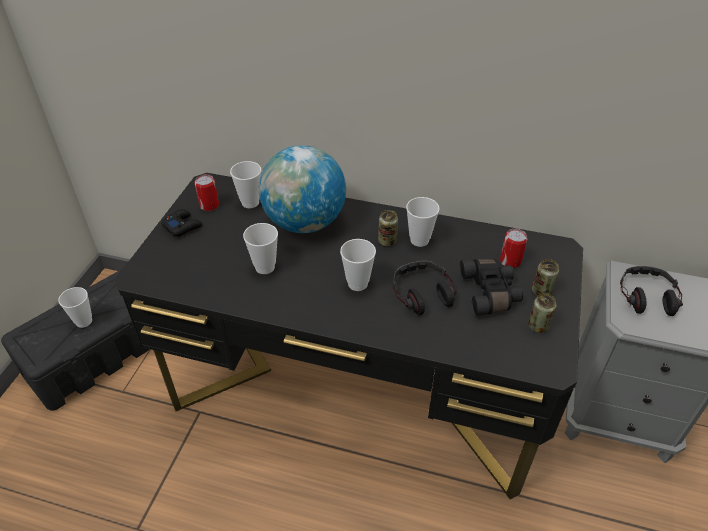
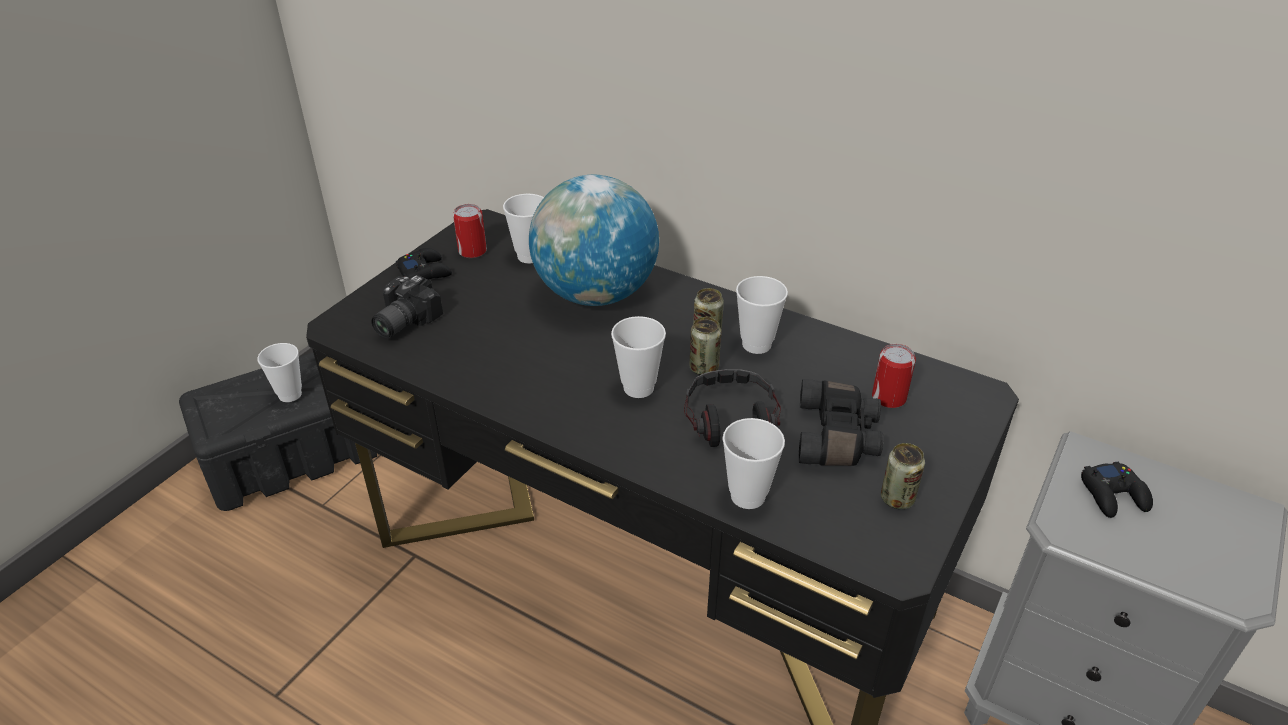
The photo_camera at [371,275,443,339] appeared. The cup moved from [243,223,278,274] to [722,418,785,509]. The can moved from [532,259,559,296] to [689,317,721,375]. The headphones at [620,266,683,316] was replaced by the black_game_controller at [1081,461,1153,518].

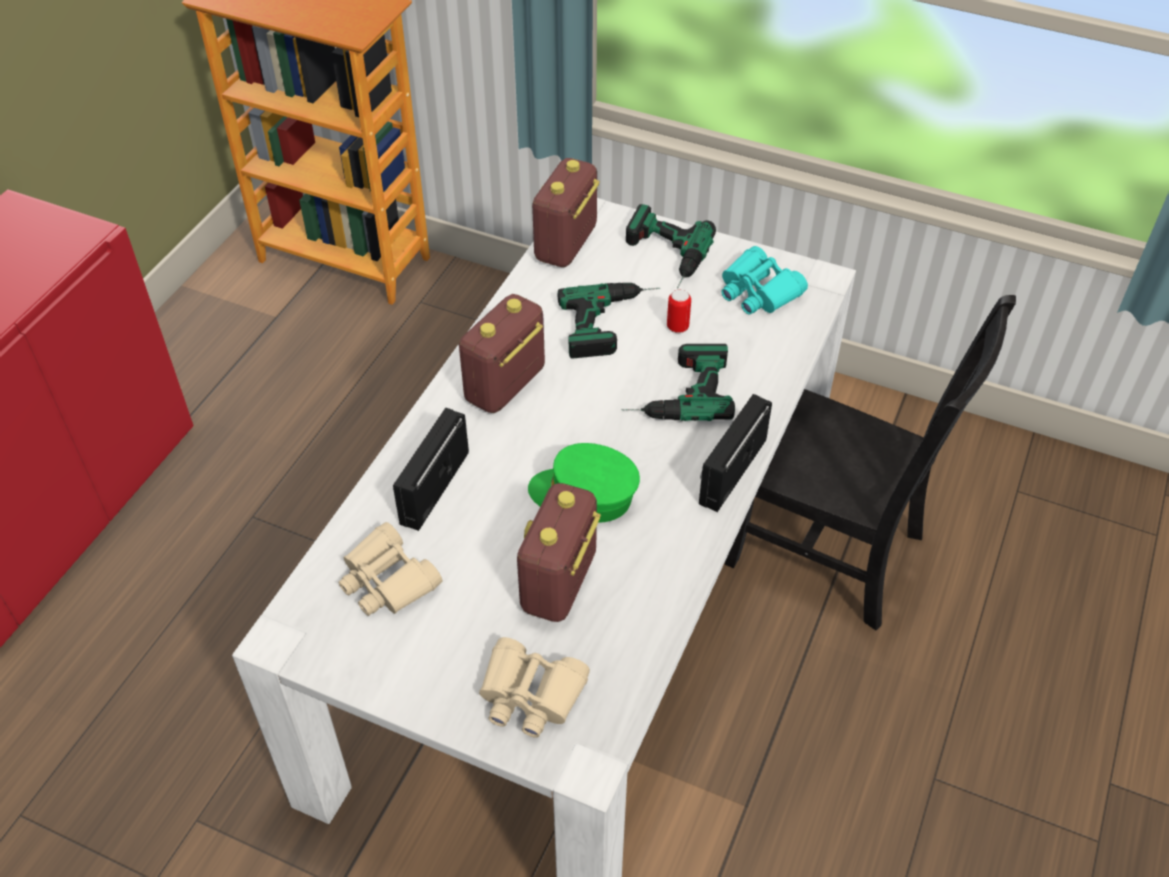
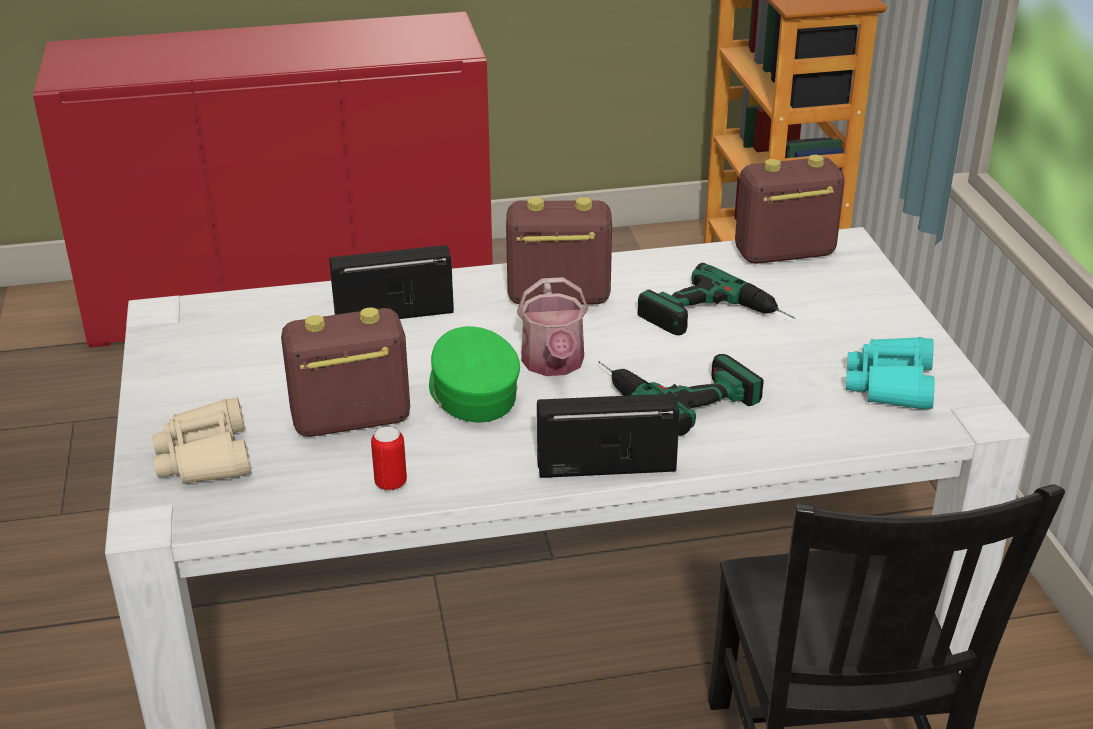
The beige_binoculars at [338,522,442,616] disappeared. The power_drill at [626,204,716,288] disappeared. The watering_can at [517,277,588,376] appeared. The can moved from [667,289,691,333] to [371,427,407,491].

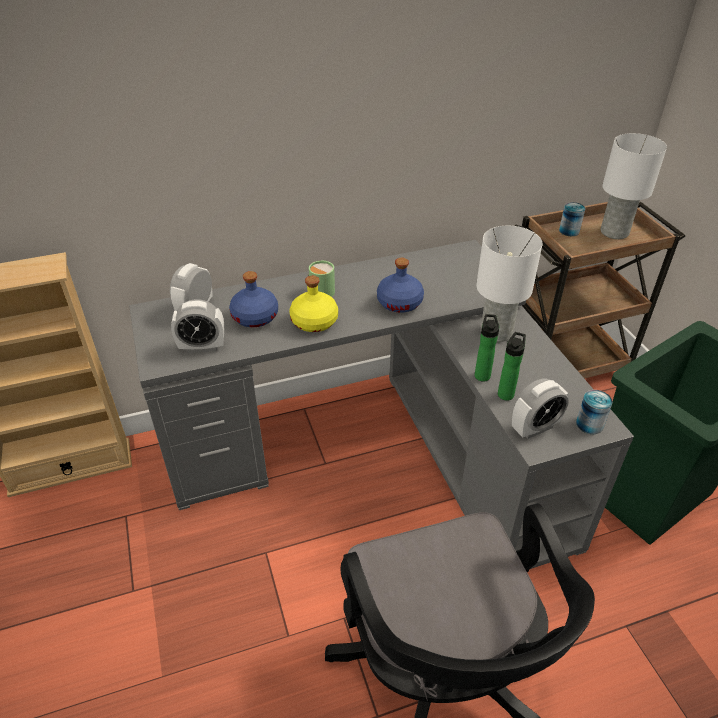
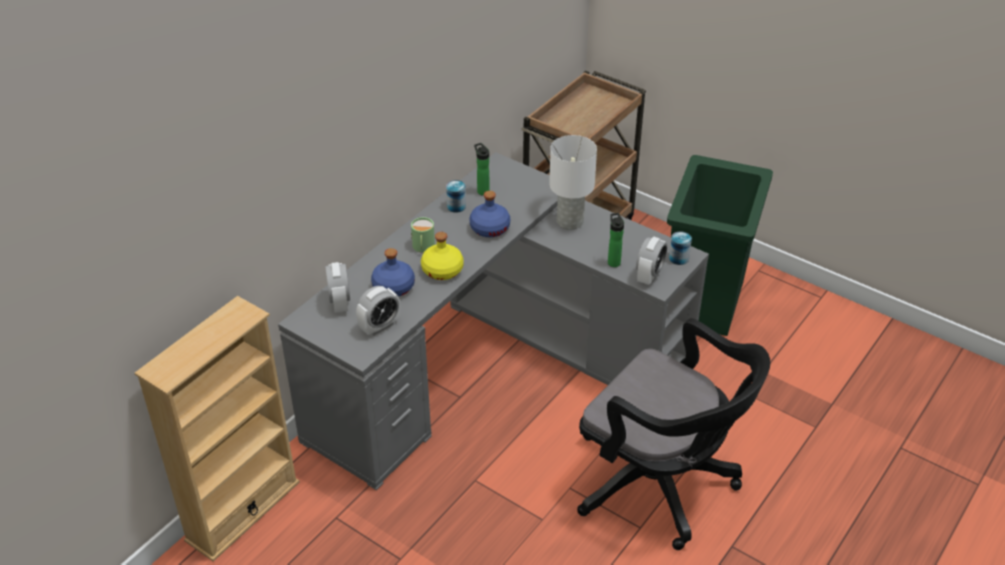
The white_table_lamp at [600,133,667,239] disappeared. The bottle moved from [475,314,499,382] to [474,143,490,196]. The can moved from [559,202,585,236] to [446,180,466,213].

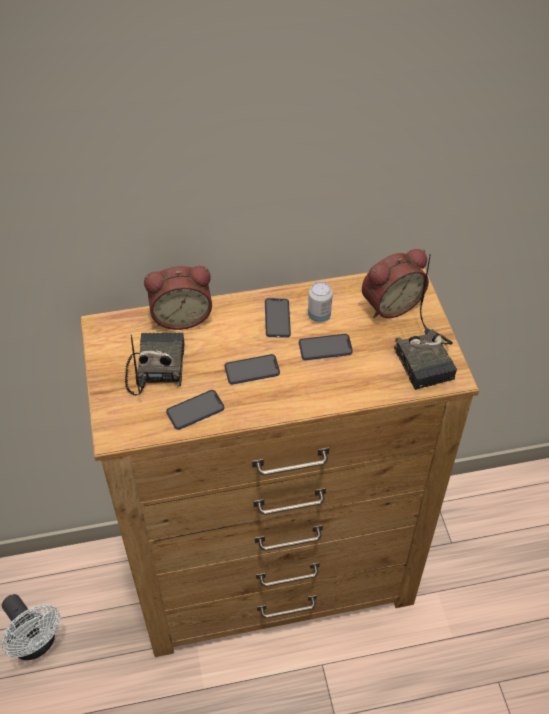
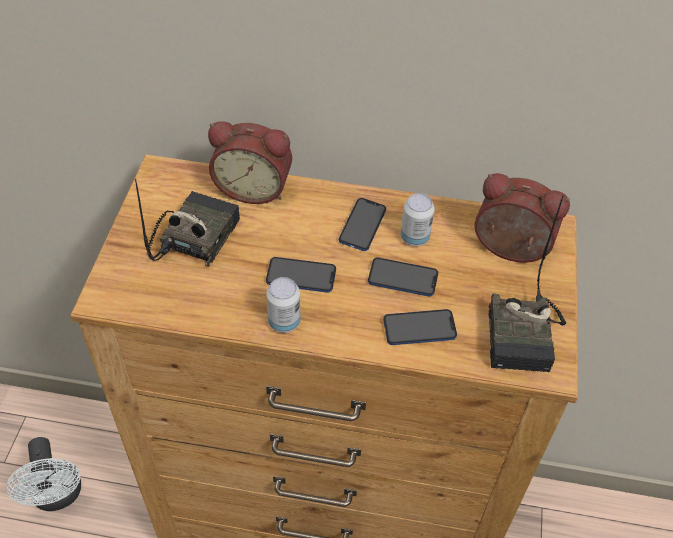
The can at [266,277,301,333] appeared. The phone moved from [166,390,224,430] to [383,309,457,345]. The alarm_clock at [362,249,429,318] turned 150 degrees counterclockwise.

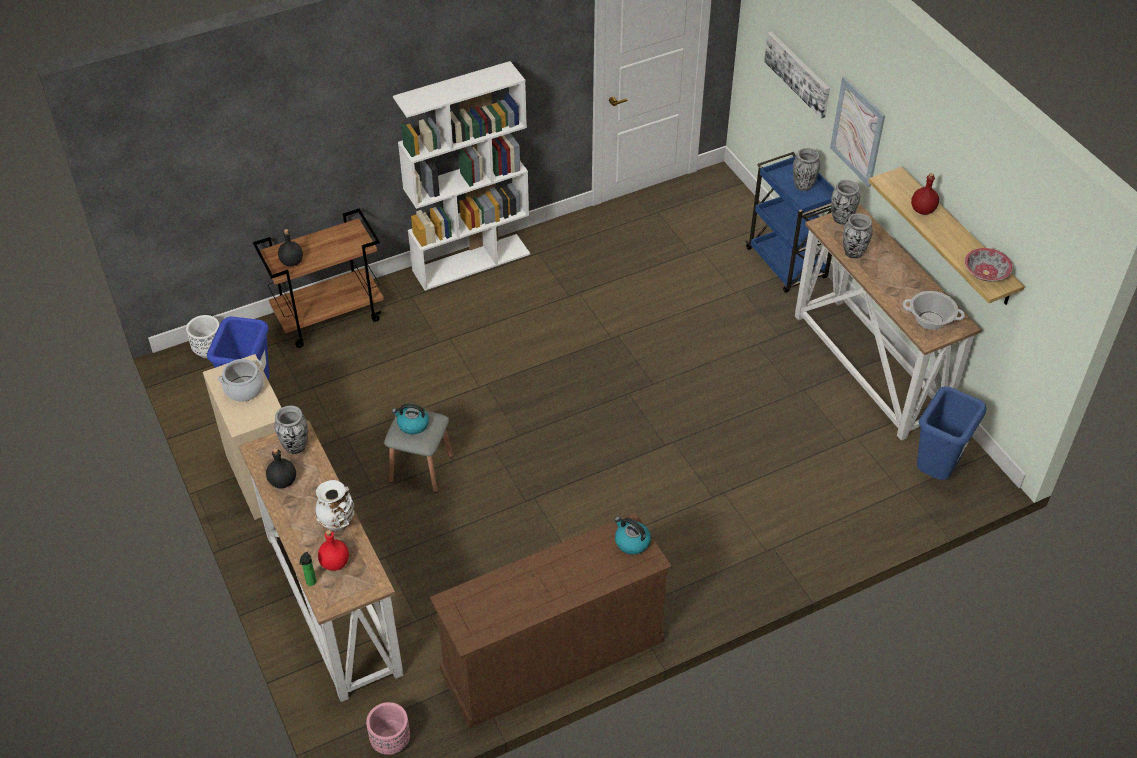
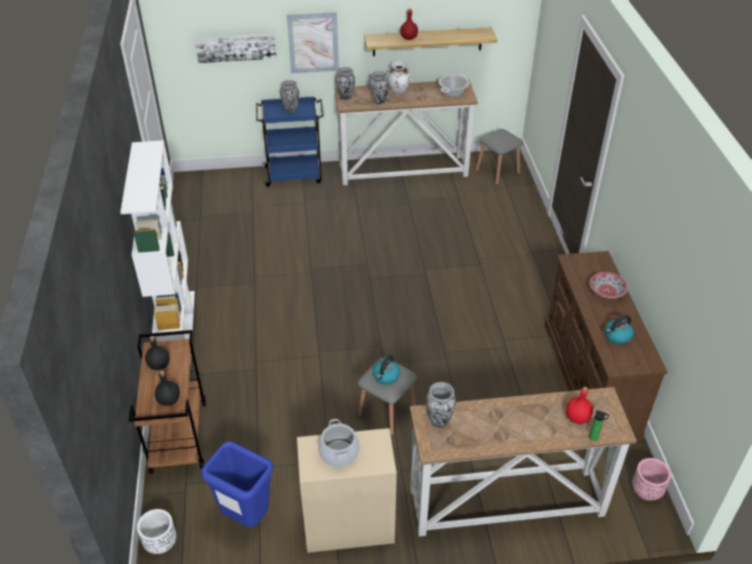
The black_bottle moved from [266,448,296,489] to [145,336,170,370]. The white_vase moved from [315,480,355,531] to [387,61,412,94]. The kettle moved from [614,517,651,555] to [605,315,634,344]. The bowl moved from [964,248,1013,282] to [589,272,628,299]. The blue_trash_can at [917,386,987,480] was replaced by the grey_stool at [476,129,524,185].

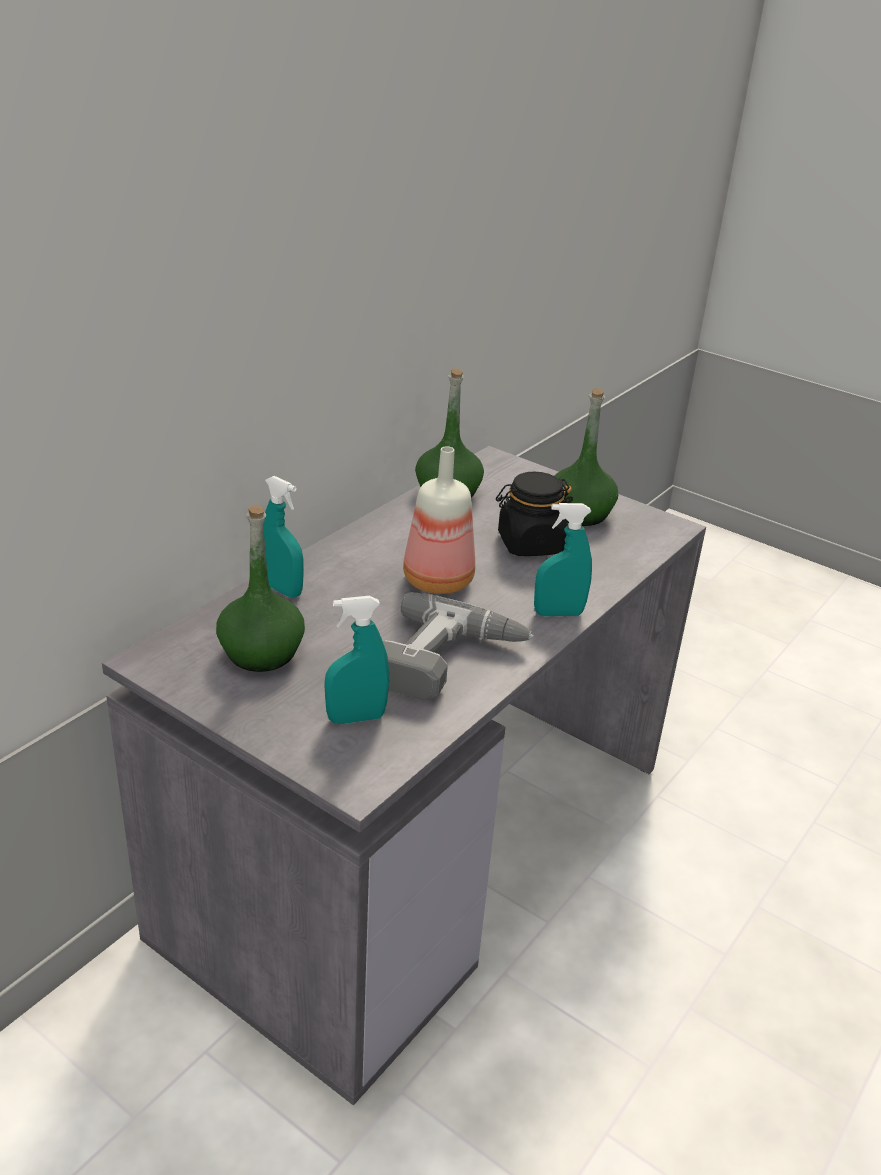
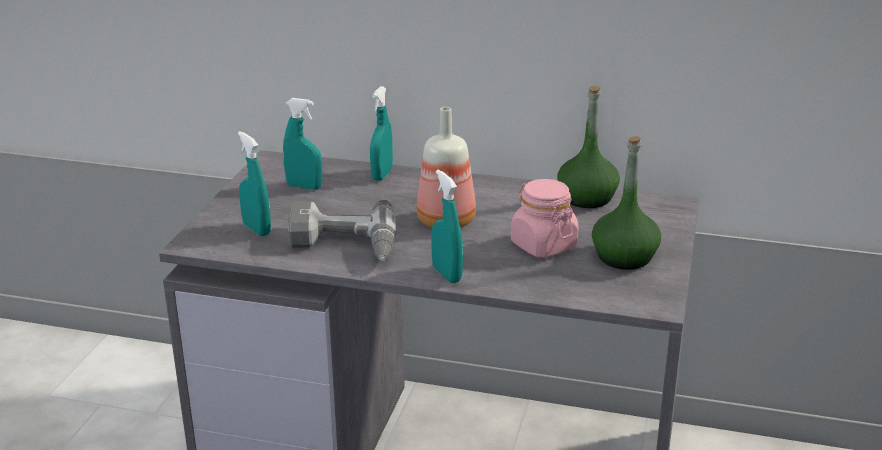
The green_bottle at [216,505,305,672] was replaced by the turquoise_spray_bottle at [283,98,322,190]. The black_jar at [496,472,573,556] became the pink_jar at [511,179,578,258].

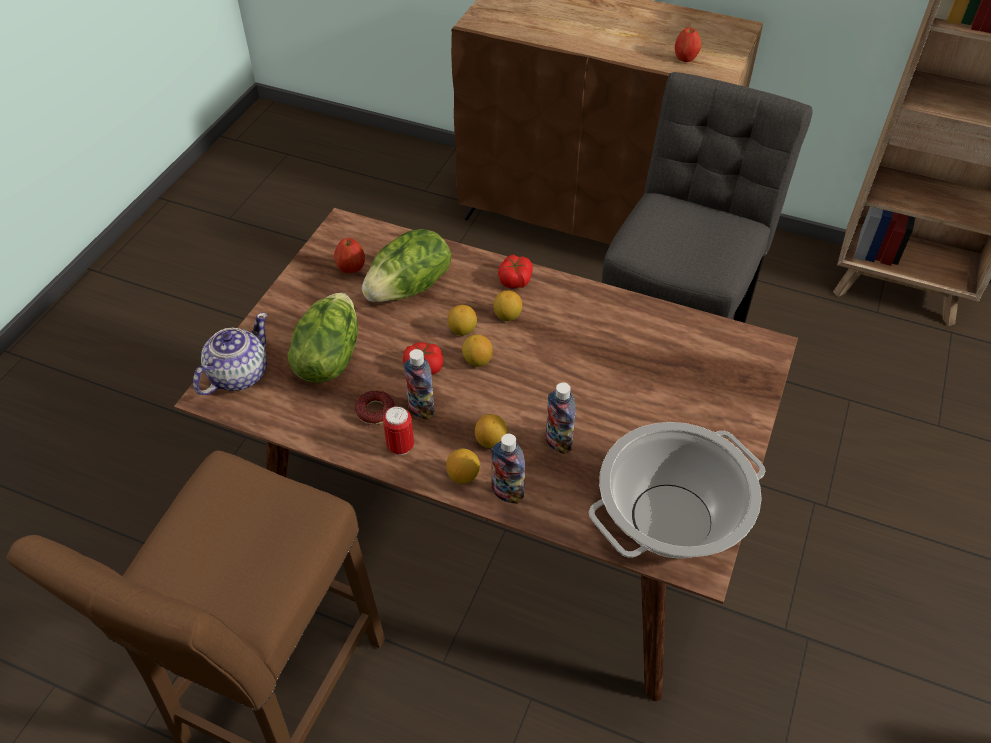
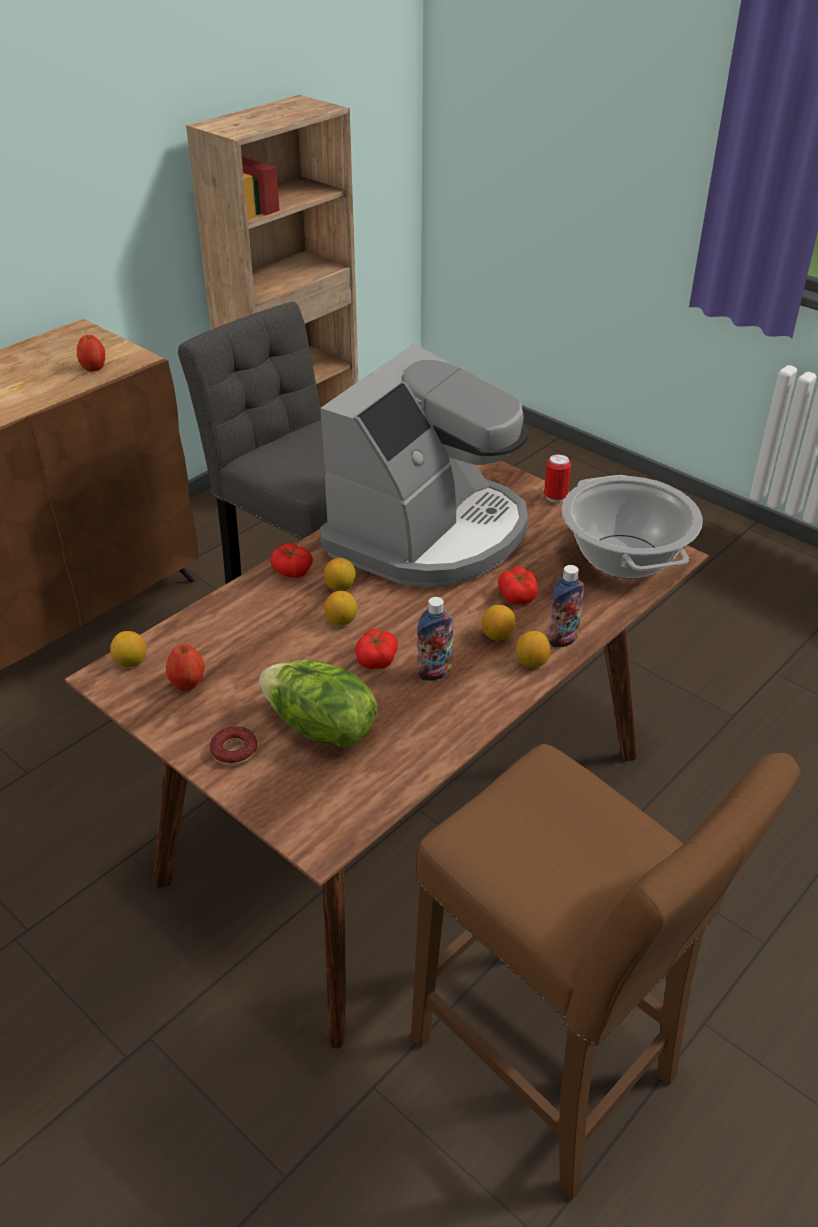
The teapot at [193,313,267,395] disappeared. The lettuce at [362,229,451,302] disappeared. The coffee_machine at [320,344,529,587] appeared. The donut moved from [355,390,395,425] to [210,726,257,765]. The can moved from [383,406,414,455] to [544,454,571,503]. The lemon moved from [462,335,493,367] to [110,631,146,667]. The bottle at [546,382,576,454] was replaced by the tomato at [498,567,538,605].

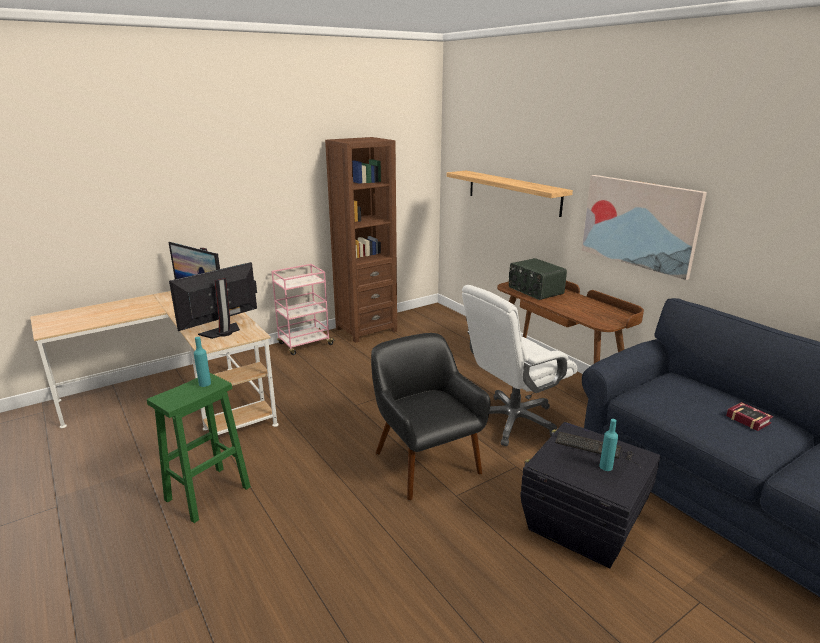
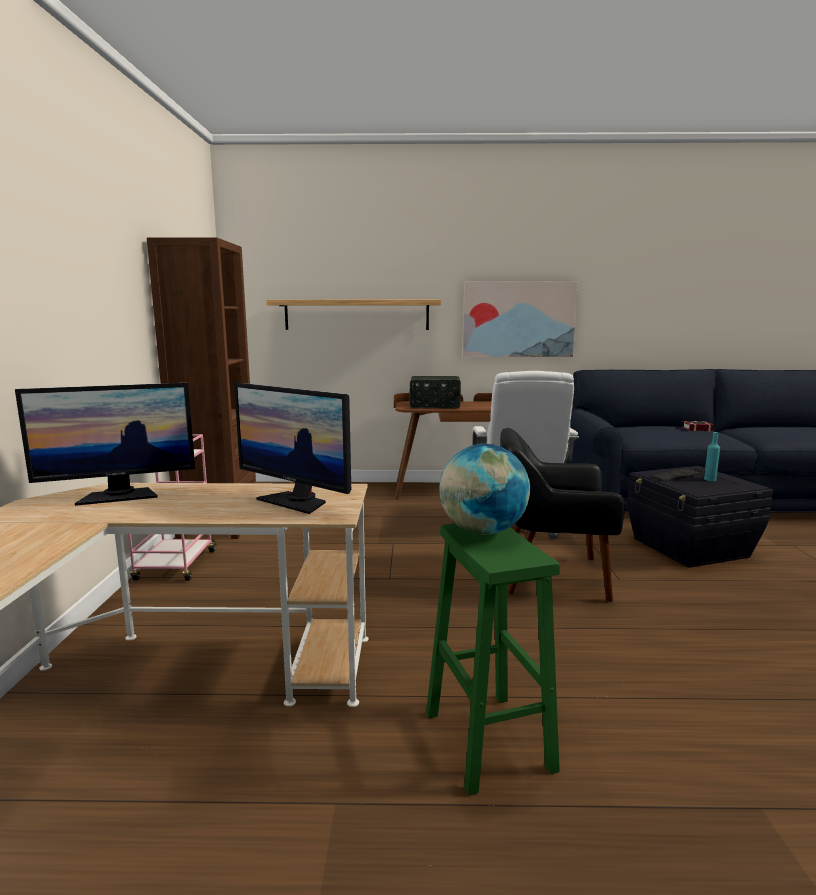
The turquoise_bottle at [194,337,211,387] was replaced by the globe at [439,444,530,534]. The monitor at [169,262,257,339] turned 45 degrees counterclockwise.

